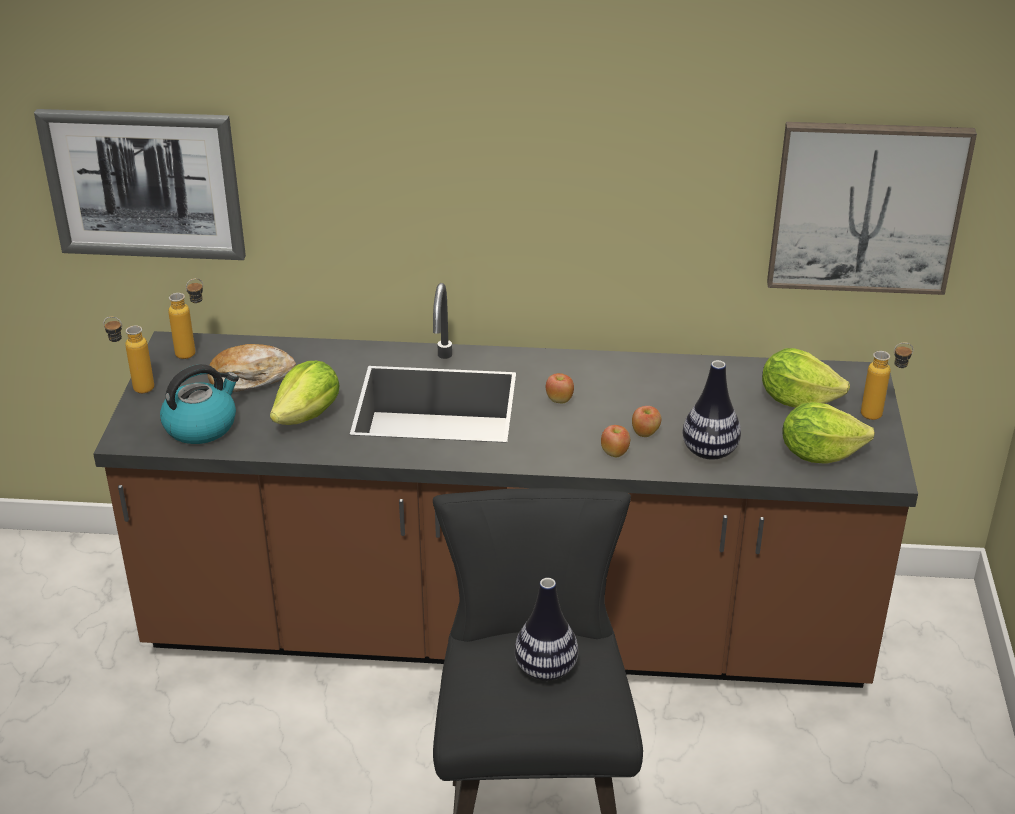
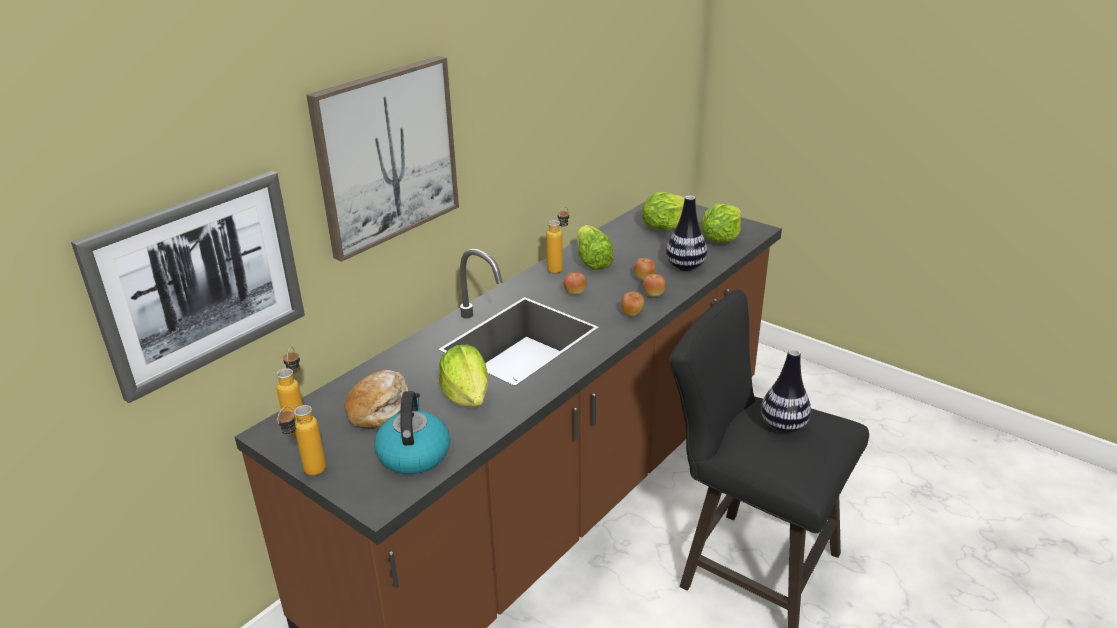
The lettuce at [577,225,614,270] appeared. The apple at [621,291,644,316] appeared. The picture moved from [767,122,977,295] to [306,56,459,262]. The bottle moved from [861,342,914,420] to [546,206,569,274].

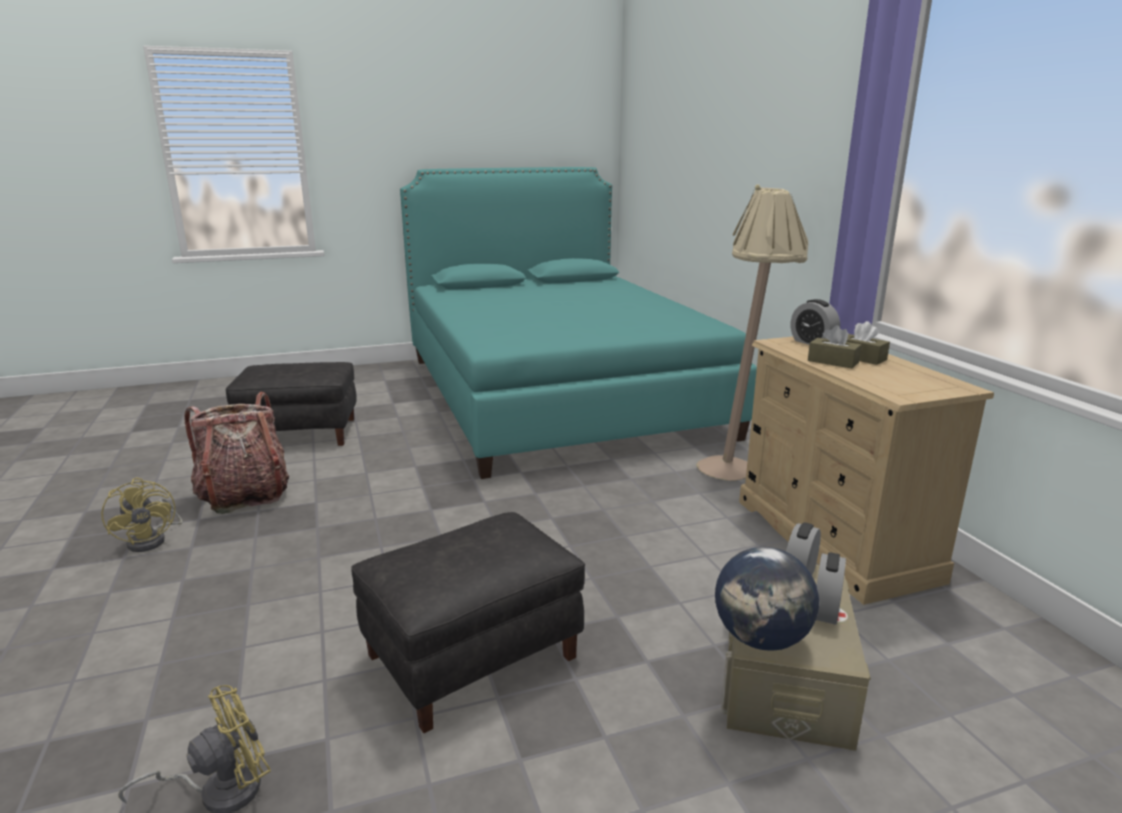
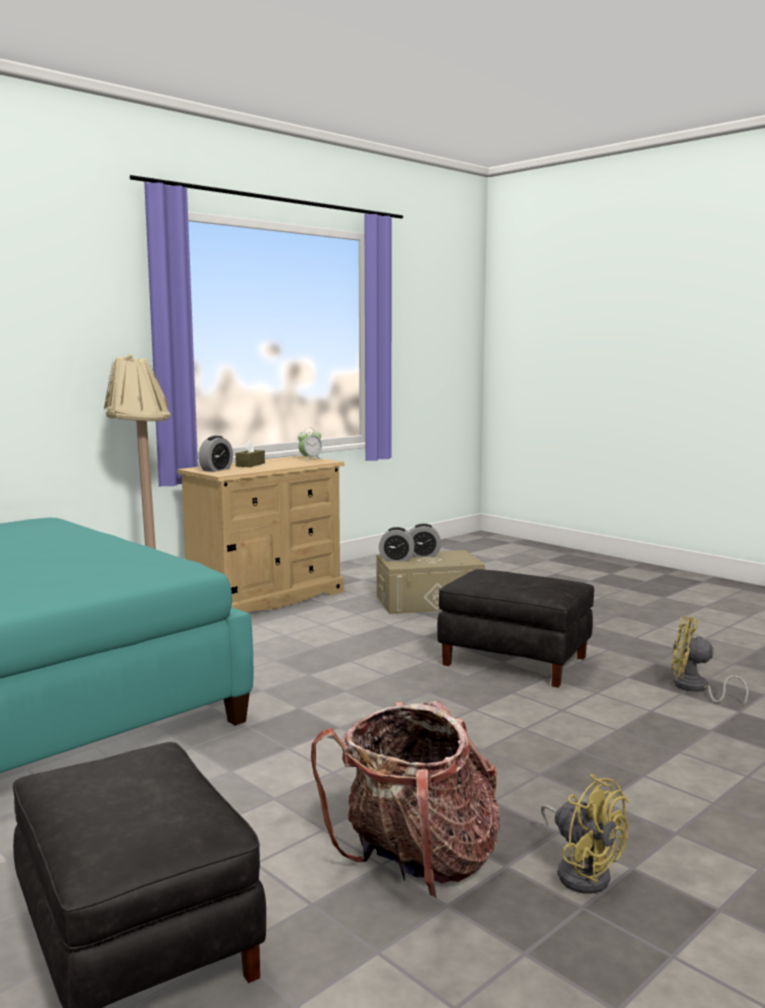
The globe at [715,547,819,650] disappeared. The brown_tissue_box at [808,325,862,368] disappeared. The alarm_clock at [298,428,322,461] appeared. The yellow_fan at [101,477,183,552] turned 105 degrees clockwise.

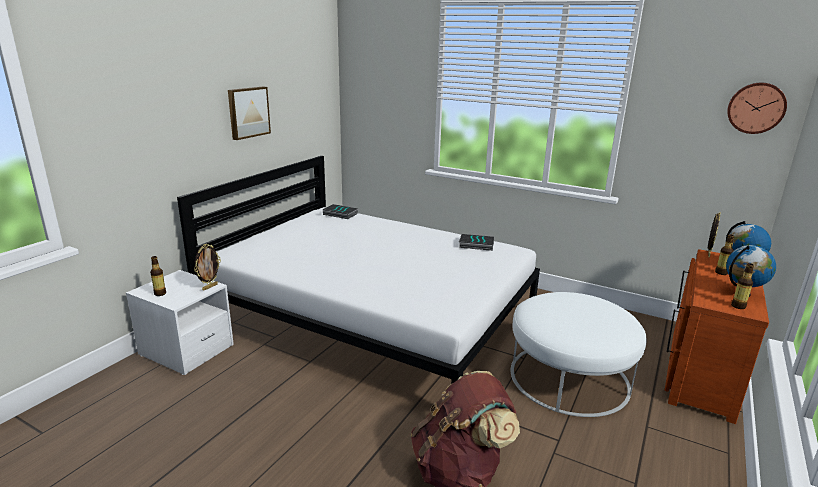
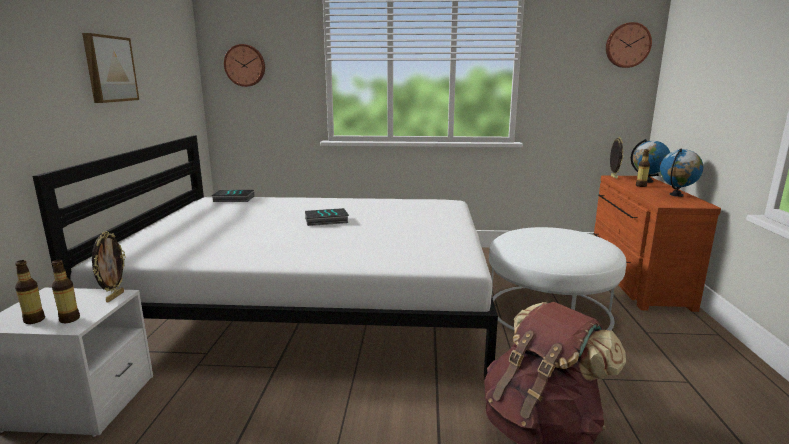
The wall_clock at [224,44,265,87] appeared. The book moved from [459,234,494,251] to [305,208,349,226]. The bottle moved from [731,263,754,309] to [52,259,80,323].

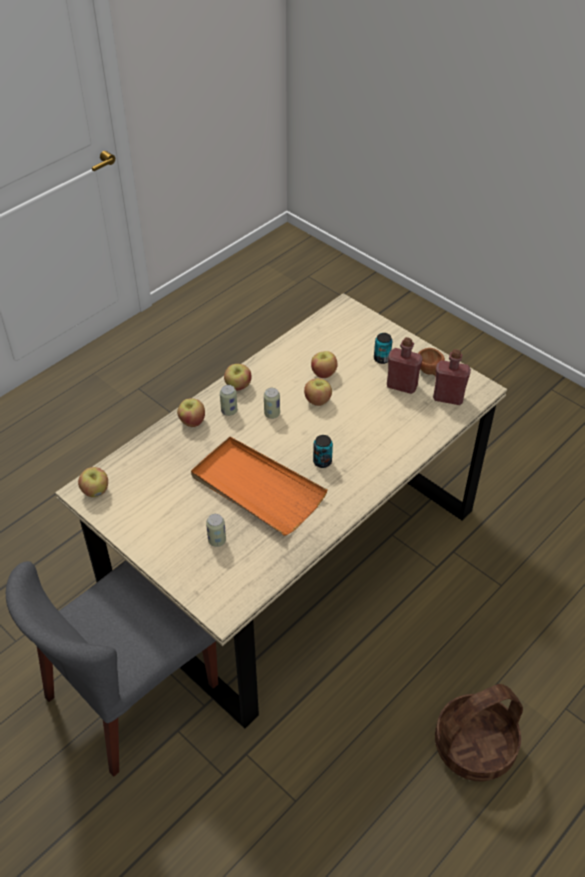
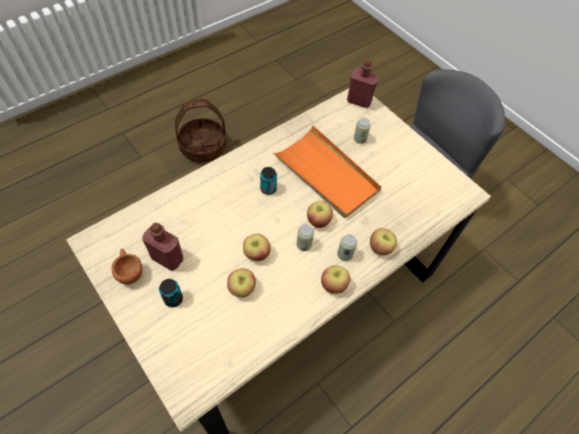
The apple moved from [78,467,108,497] to [307,201,333,228]. The red_bottle moved from [433,349,471,405] to [347,59,379,108].

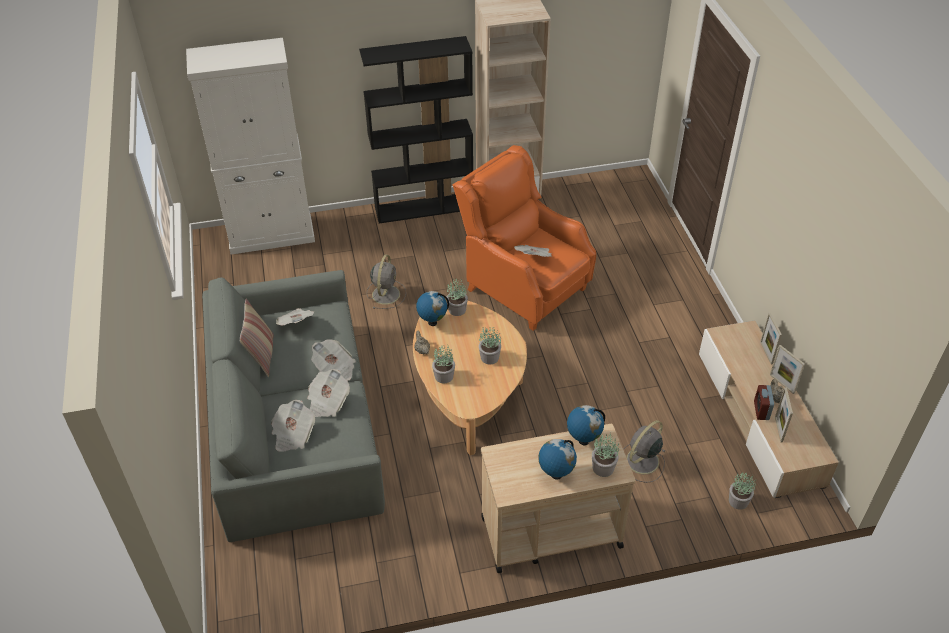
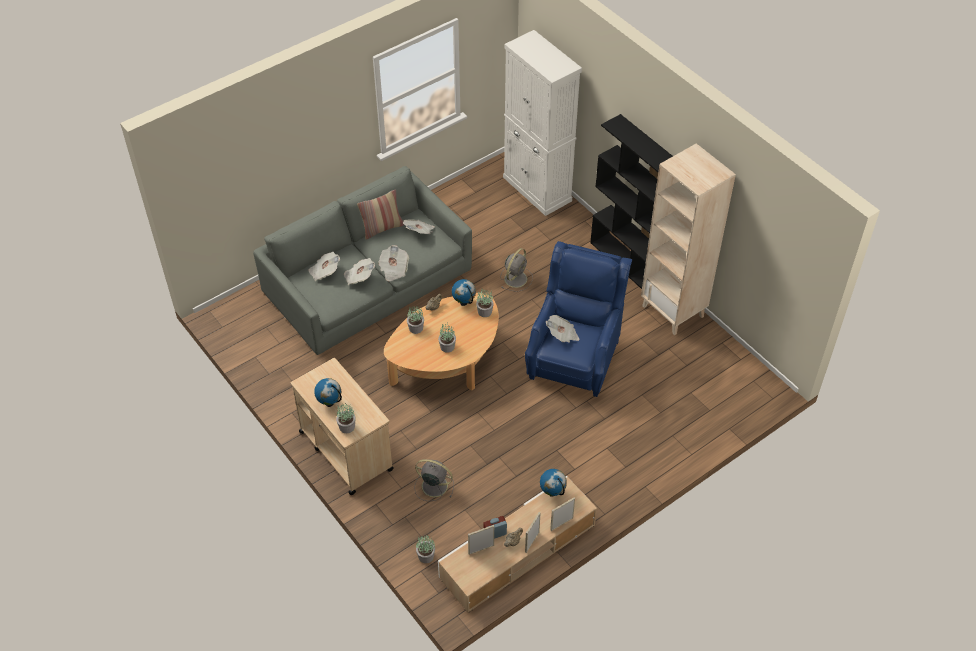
The globe moved from [567,405,605,445] to [540,469,567,497]. The orange_armchair at [452,145,596,331] became the blue_armchair at [525,241,632,397]. The grey_fan at [367,254,406,309] turned 45 degrees counterclockwise.

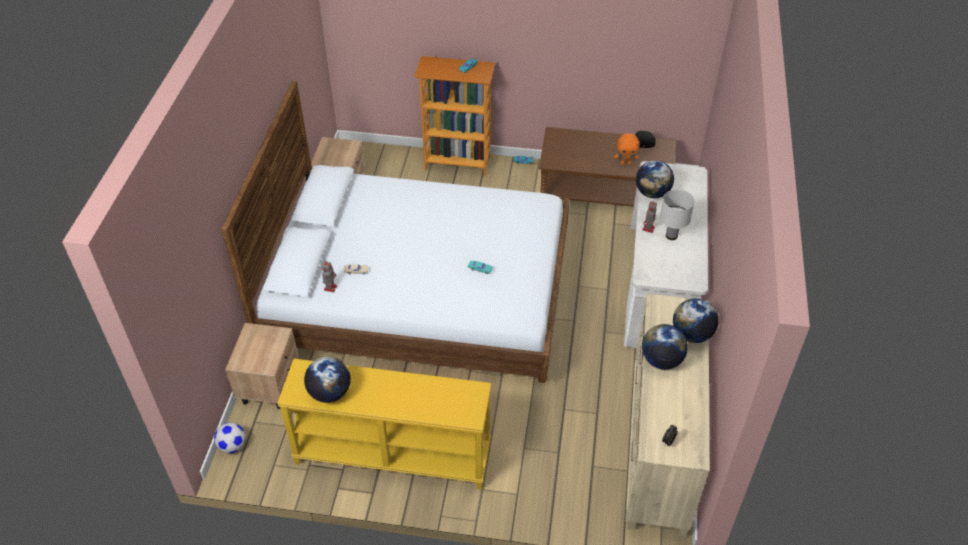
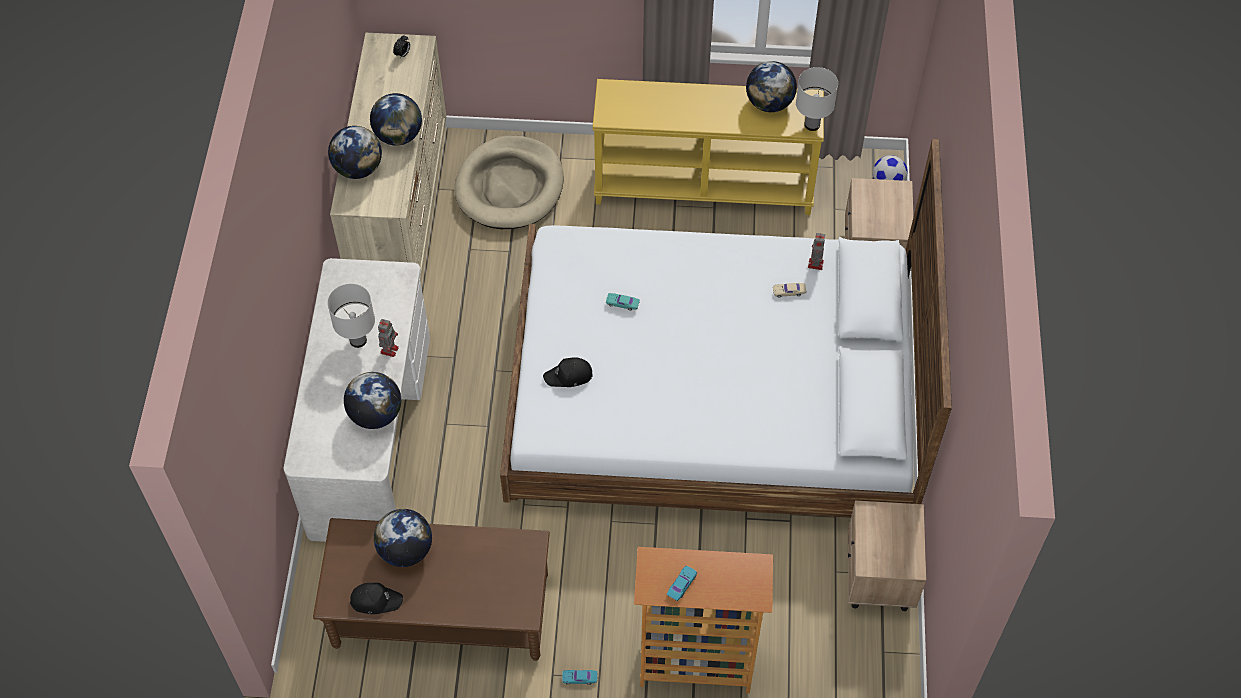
The beige_dog_bed at [455,135,564,229] appeared. The black_cap at [543,357,592,387] appeared. The white_table_lamp at [796,67,838,131] appeared. The orange_plush_toy at [614,133,640,165] was replaced by the globe at [374,509,432,567].

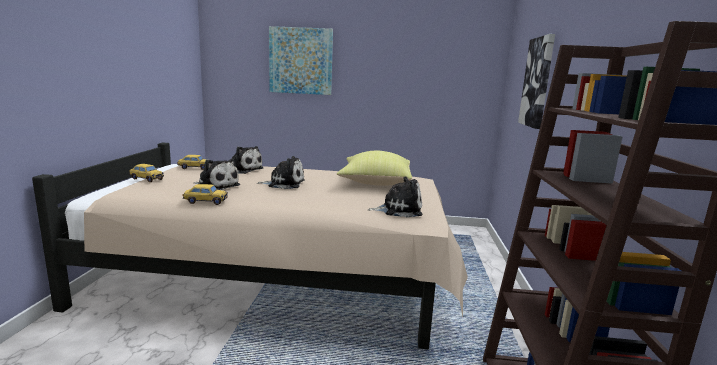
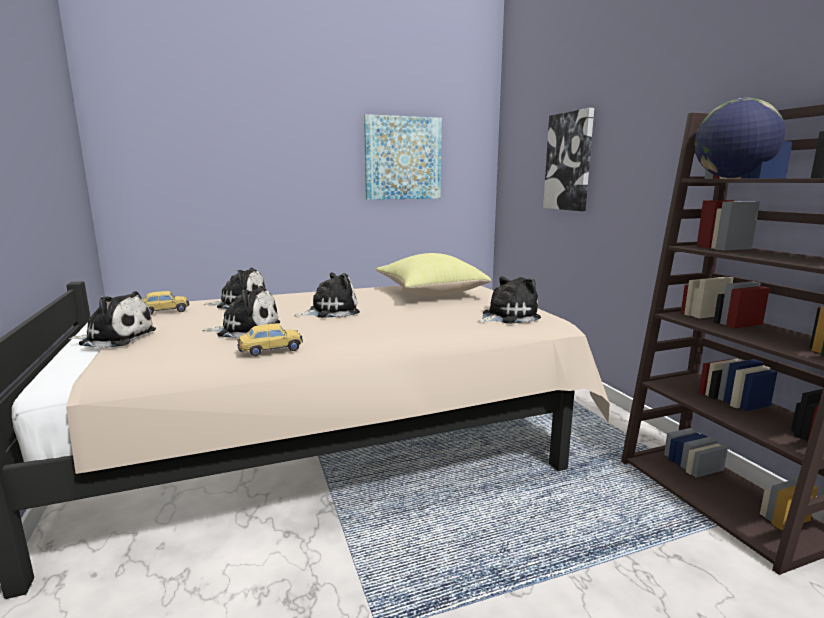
The globe at [695,98,785,178] appeared. The picture moved from [269,26,333,95] to [364,114,442,200]. The toy_car at [129,164,164,182] was replaced by the plush_toy at [69,291,156,348].

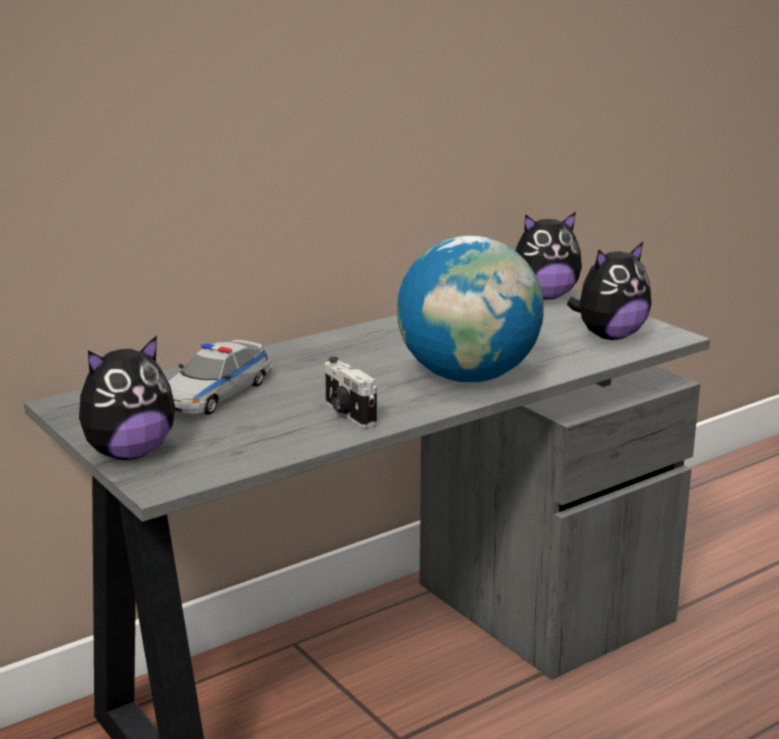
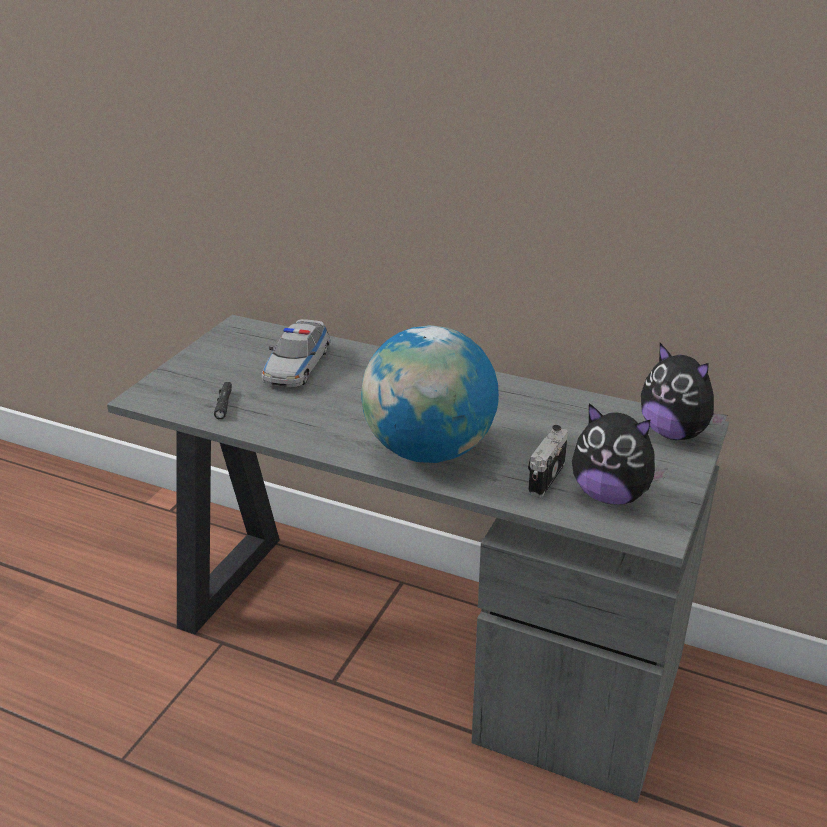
The plush_toy at [79,336,175,460] disappeared. The black_flashlight at [214,382,232,419] appeared. The photo_camera moved from [325,357,377,428] to [528,425,568,498]. The toy_car at [168,340,272,415] turned 75 degrees counterclockwise.

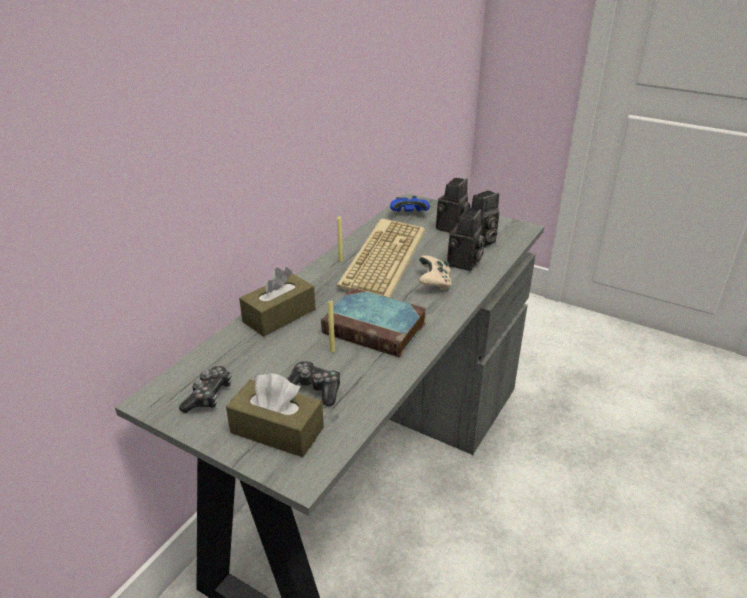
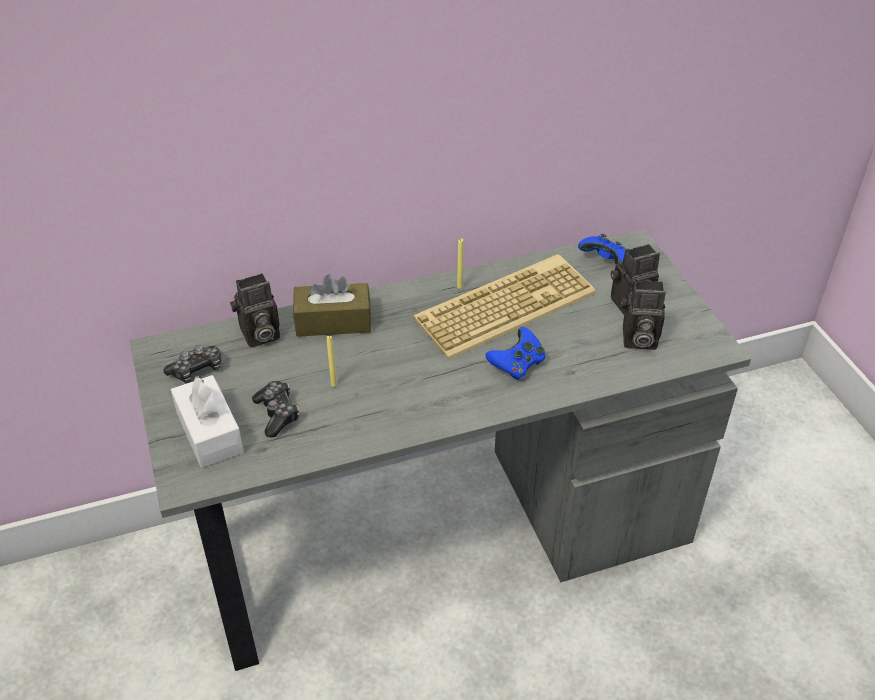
The book at [321,288,427,358] disappeared. The photo_camera moved from [447,209,485,271] to [230,273,280,347]. The brown_tissue_box at [226,373,324,457] became the white_tissue_box at [171,375,244,468]. The beige_game_controller at [419,255,452,291] became the blue_game_controller at [486,327,546,380].

